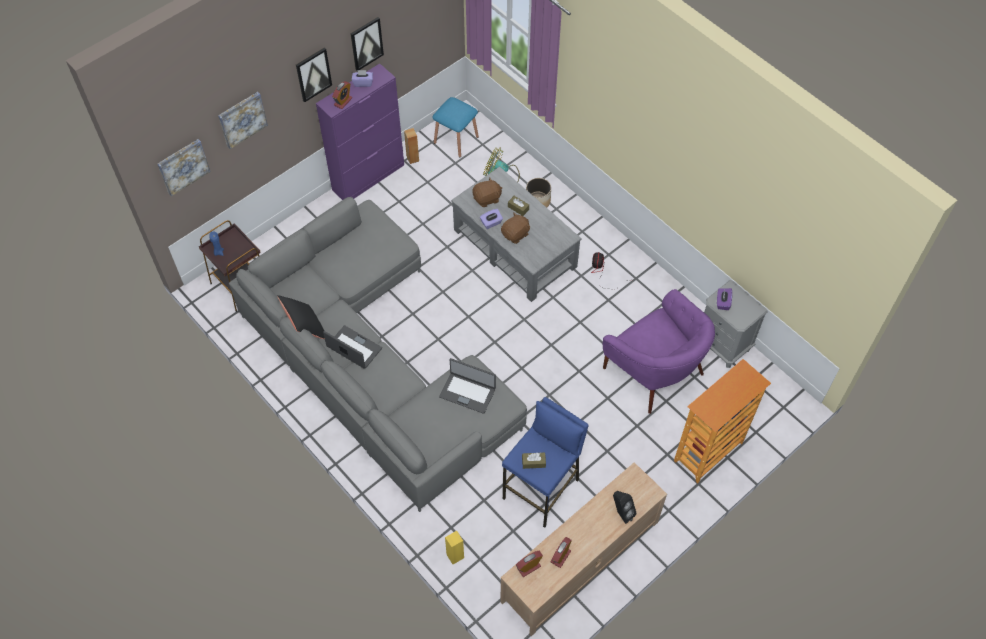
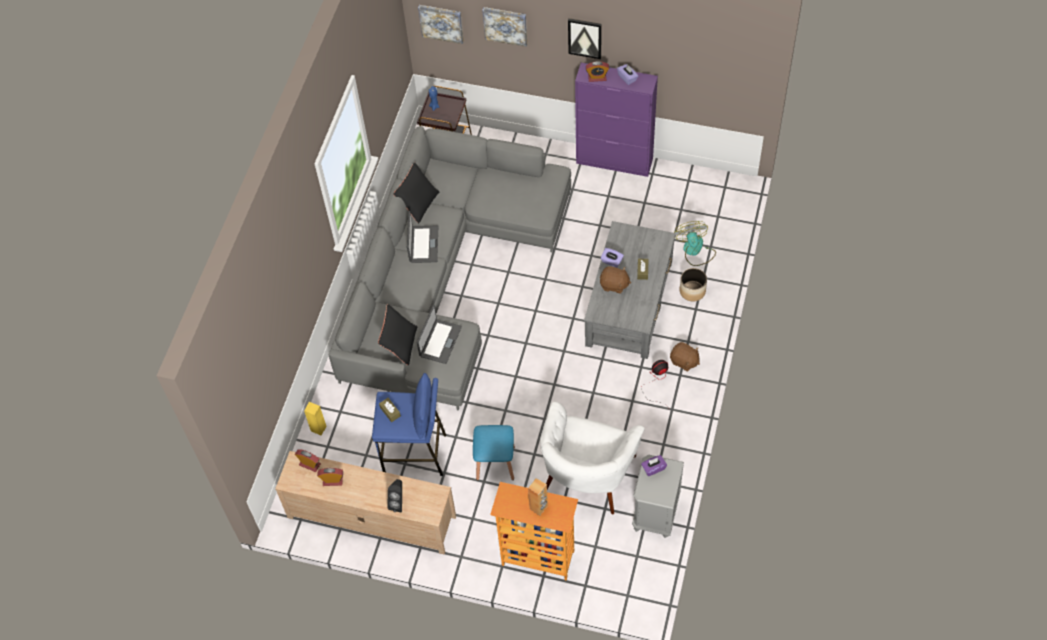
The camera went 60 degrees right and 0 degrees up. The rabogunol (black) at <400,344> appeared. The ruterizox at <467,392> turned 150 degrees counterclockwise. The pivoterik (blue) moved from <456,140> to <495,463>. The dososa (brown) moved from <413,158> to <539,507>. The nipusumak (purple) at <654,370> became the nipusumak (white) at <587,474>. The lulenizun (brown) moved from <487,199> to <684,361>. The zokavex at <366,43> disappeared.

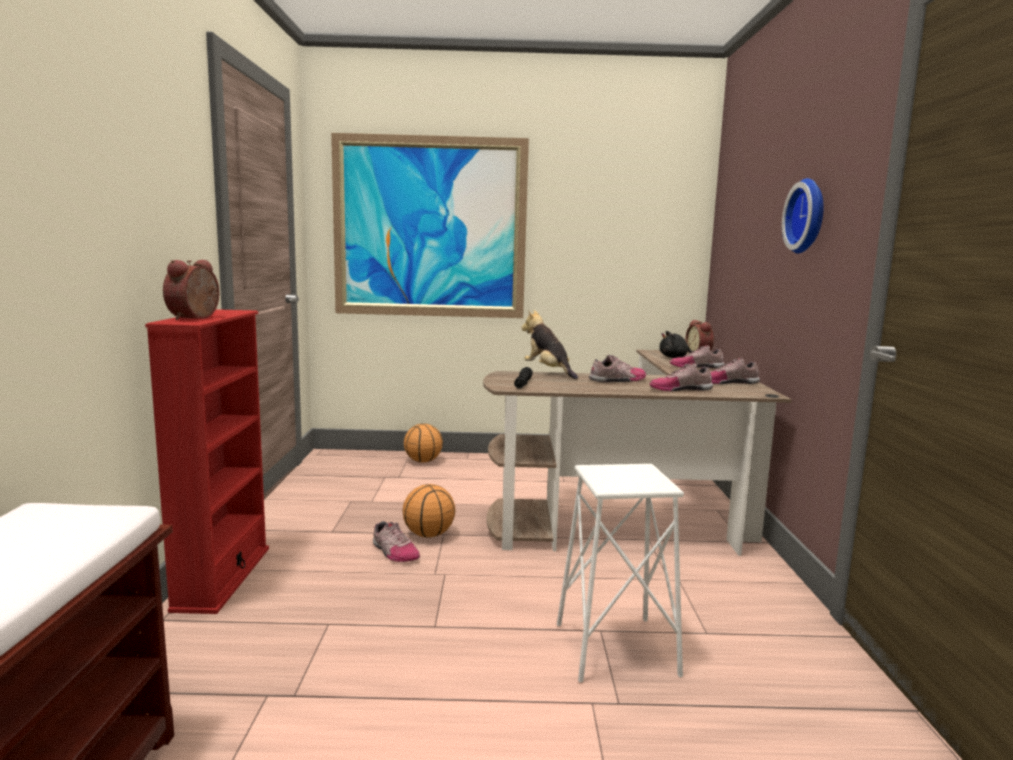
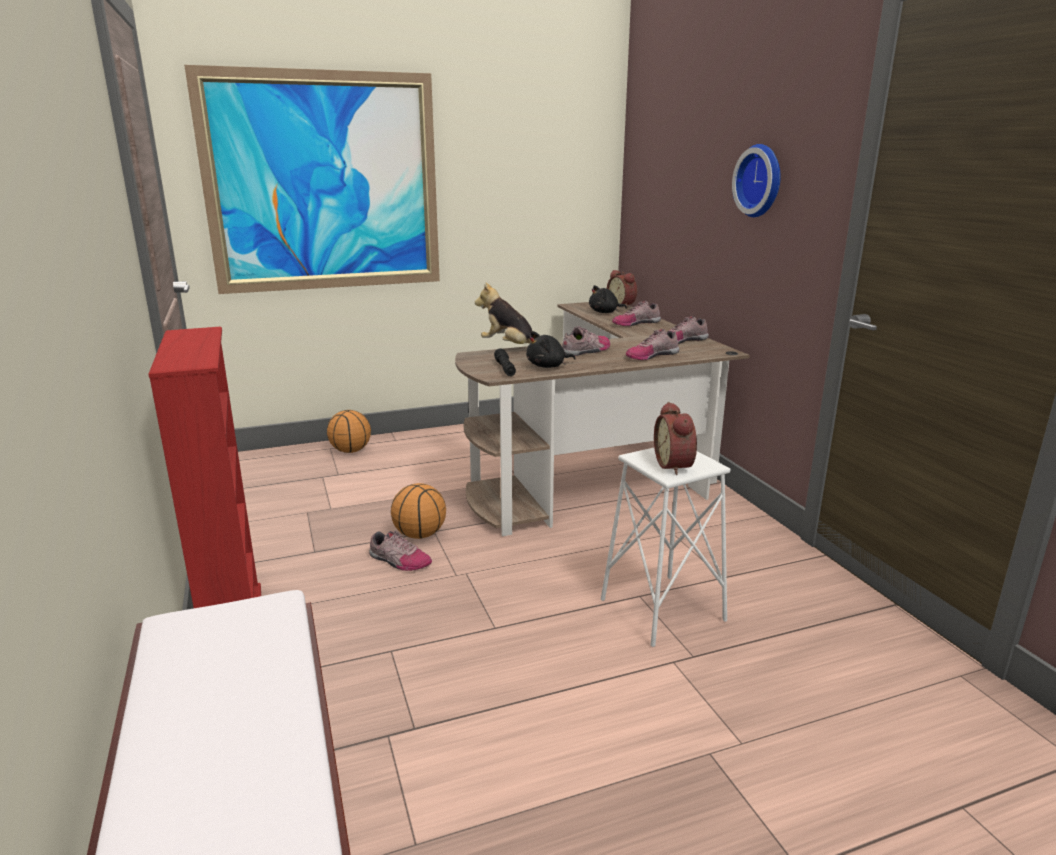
The camera went 20 degrees left and 10 degrees up. The lulenizun (black) at <548,366> appeared. The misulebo moved from <196,318> to <676,465>.

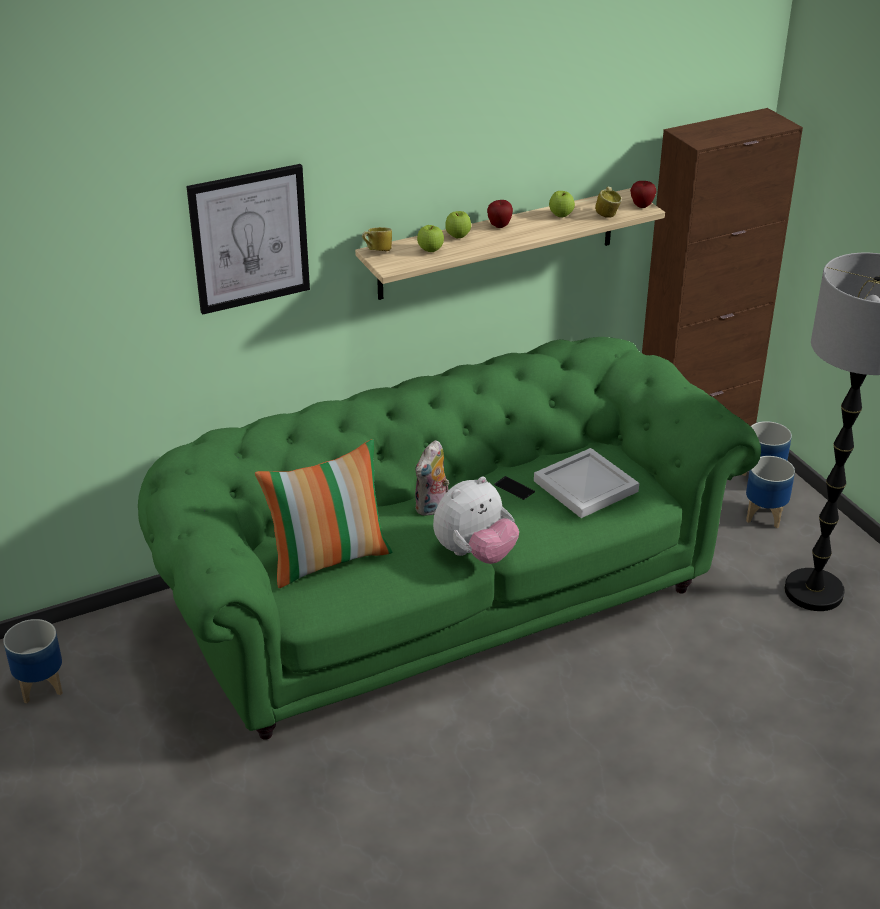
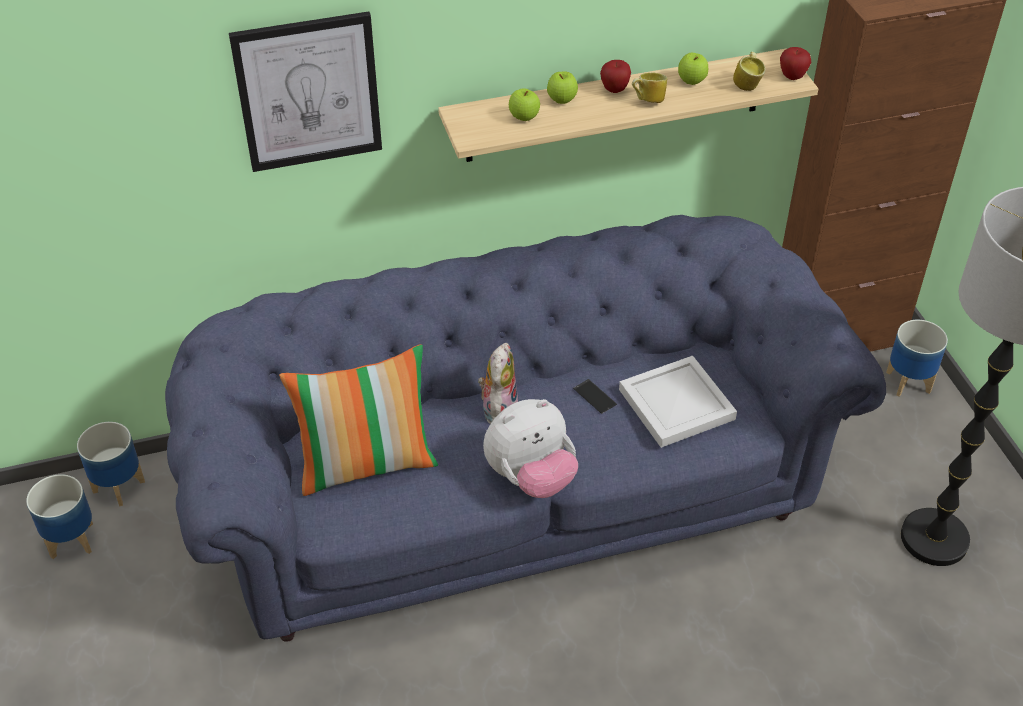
The camera went 10 degrees right and 10 degrees up. The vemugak moved from <764,515> to <119,486>. The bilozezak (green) at <441,599> became the bilozezak (blue) at <512,491>. The lulenizun at <433,508> turned 150 degrees clockwise. The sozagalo moved from <377,251> to <647,100>.

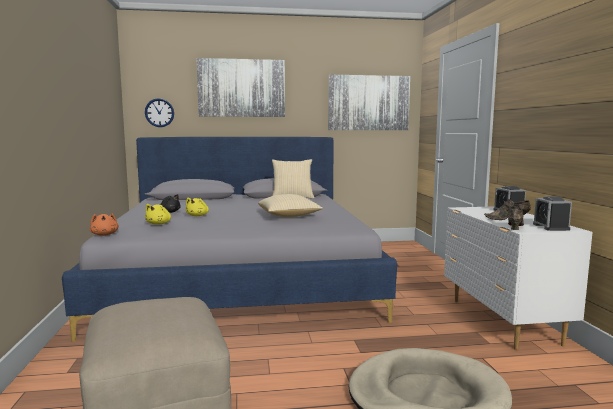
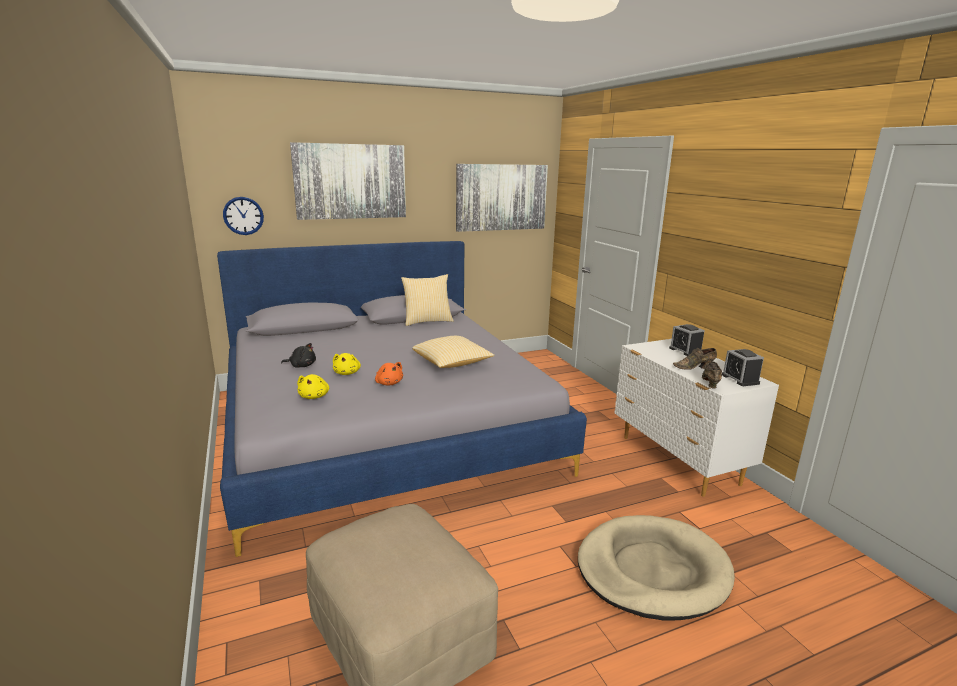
The camera went 15 degrees left and 10 degrees up. The lulenizun (orange) moved from <105,234> to <388,383>.

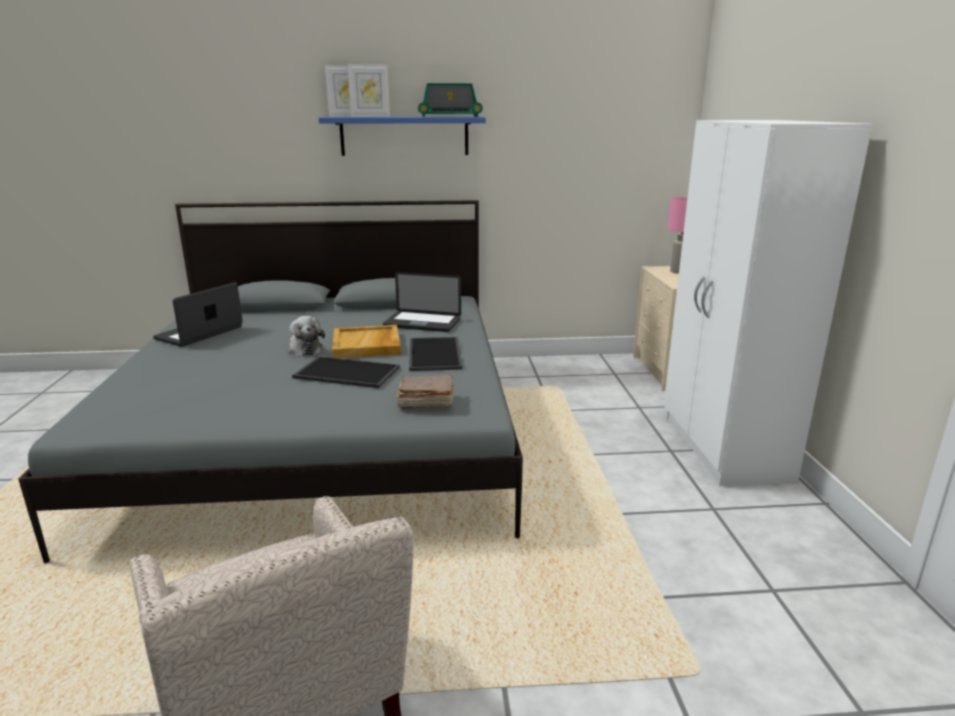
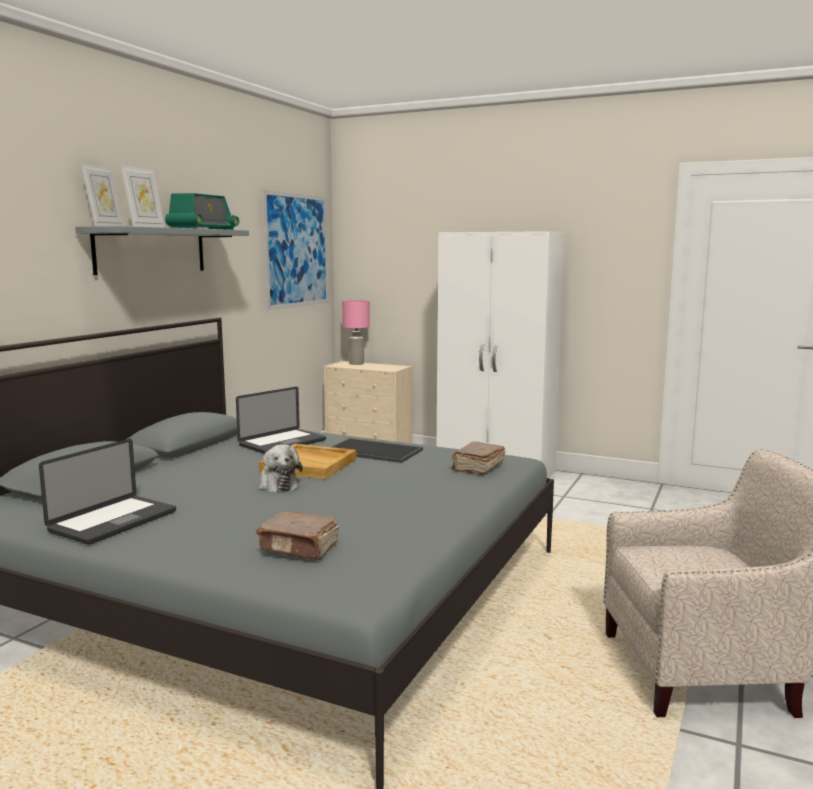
The camera went 60 degrees left and 10 degrees down. The ruterizox at <199,333> turned 120 degrees counterclockwise. The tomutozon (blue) at <404,136> became the tomutozon (grey) at <151,250>. The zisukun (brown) at <299,548> appeared. The lulenizun at <304,349> turned 60 degrees clockwise. The zokavex at <297,250> appeared. The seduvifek at <345,373> disappeared.

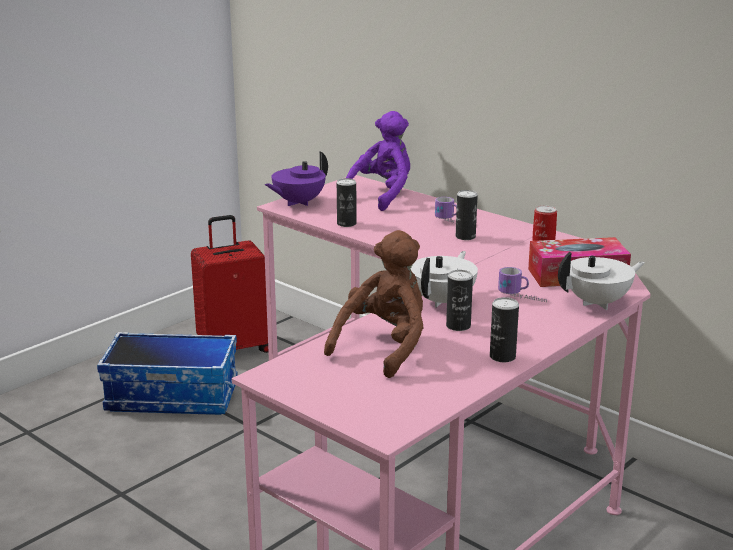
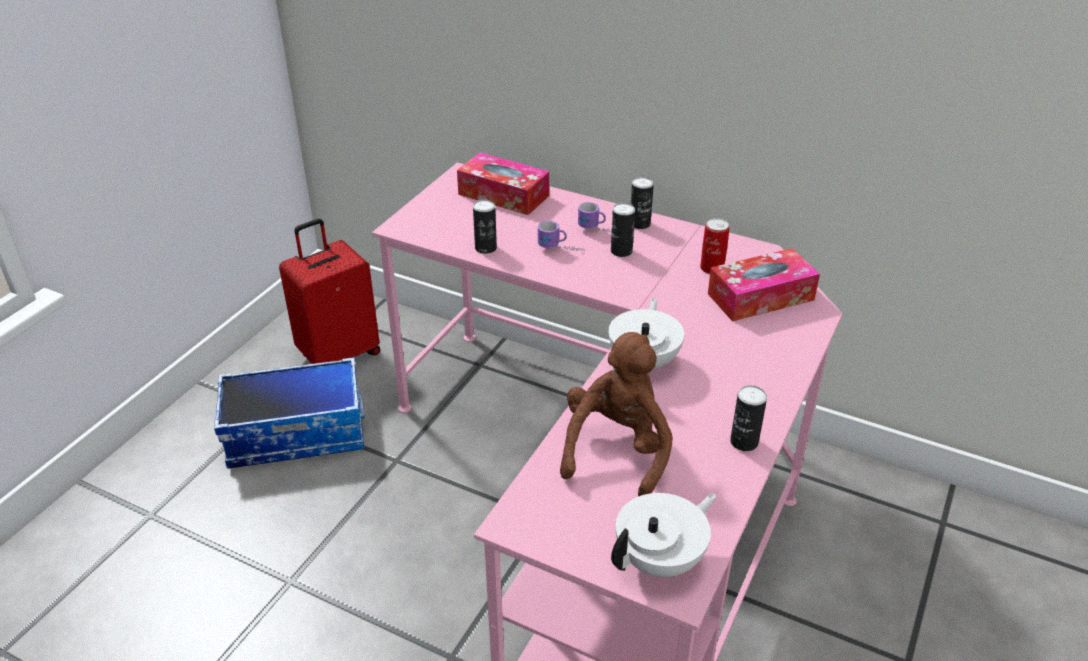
The camera went 15 degrees left and 15 degrees up. The lulenizun (purple) at <382,196> was replaced by the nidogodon at <503,195>. The sozagalo moved from <522,299> to <561,250>. The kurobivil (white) moved from <598,303> to <661,560>. The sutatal moved from <458,326> to <639,224>. The kurobivil (purple) at <298,202> disappeared.

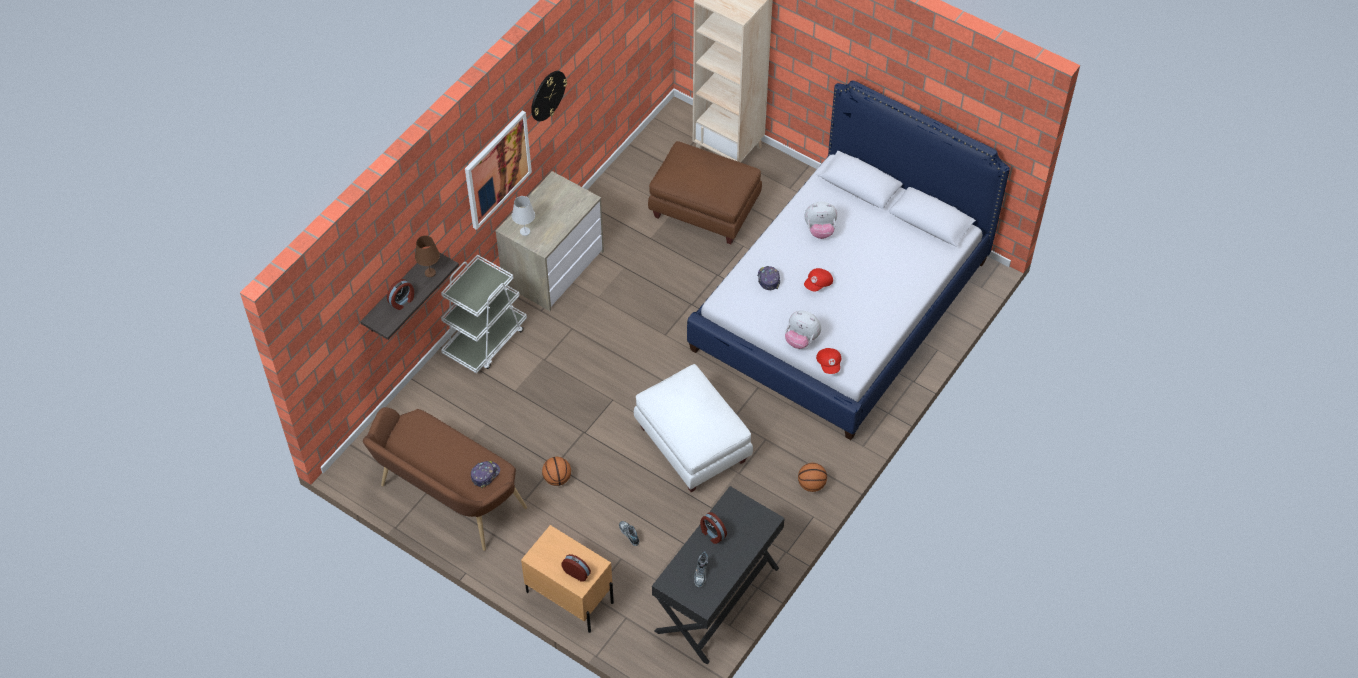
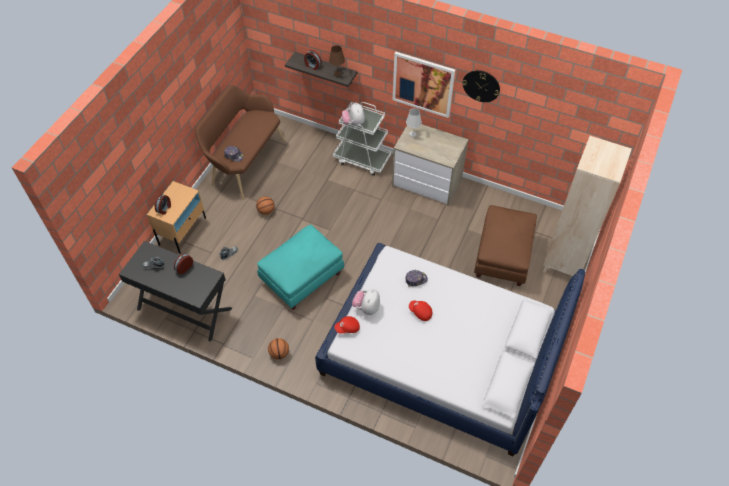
The camera went 80 degrees right and 0 degrees up. The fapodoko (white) at <693,444> became the fapodoko (turquoise) at <302,278>. The lulenizun moved from <820,230> to <353,123>.

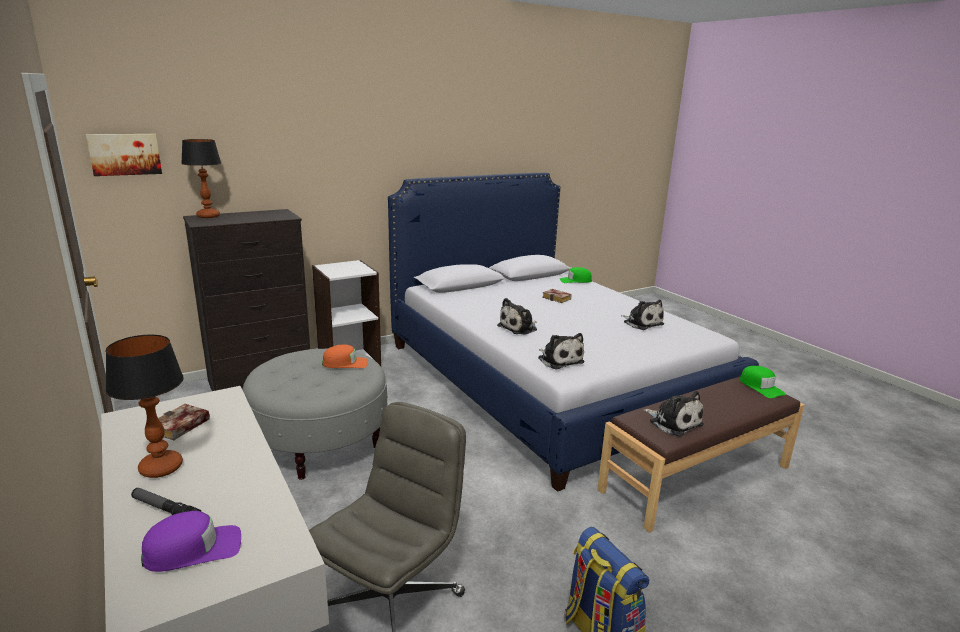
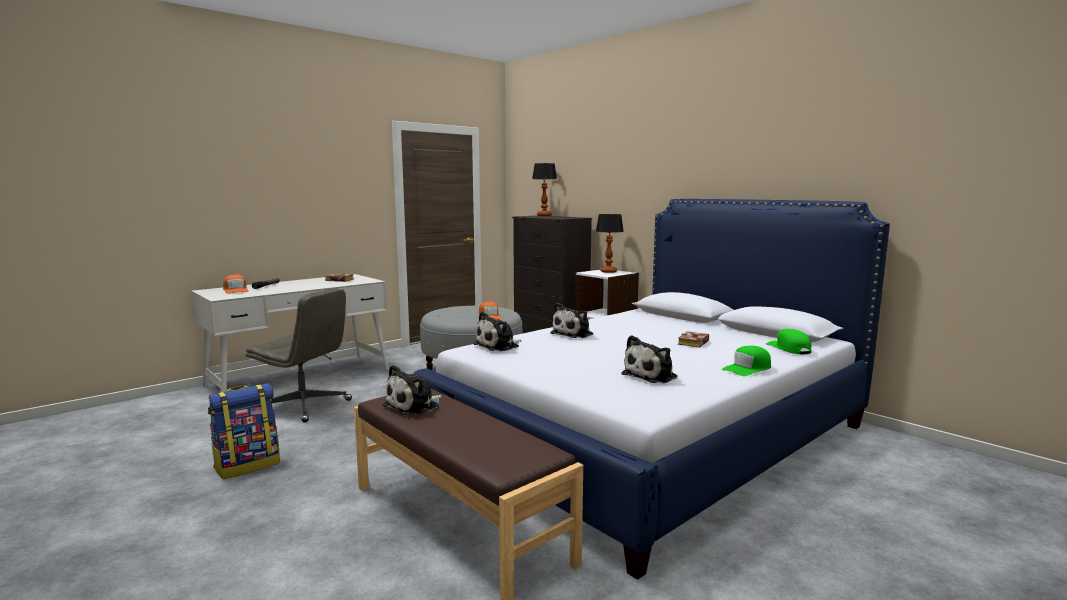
The camera went 80 degrees right and 10 degrees down. The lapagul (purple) at <193,549> became the lapagul (orange) at <236,290>. The lulenizun at <519,328> turned 90 degrees counterclockwise. The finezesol moved from <160,468> to <608,271>. The lapagul (green) moved from <761,387> to <747,369>. The zokavex at <125,154> disappeared.

